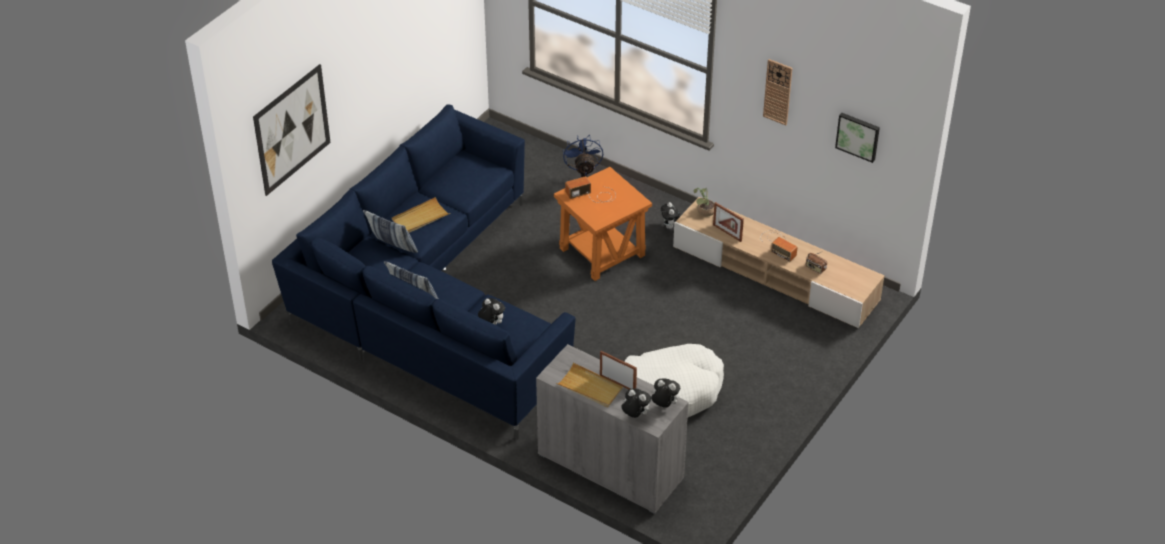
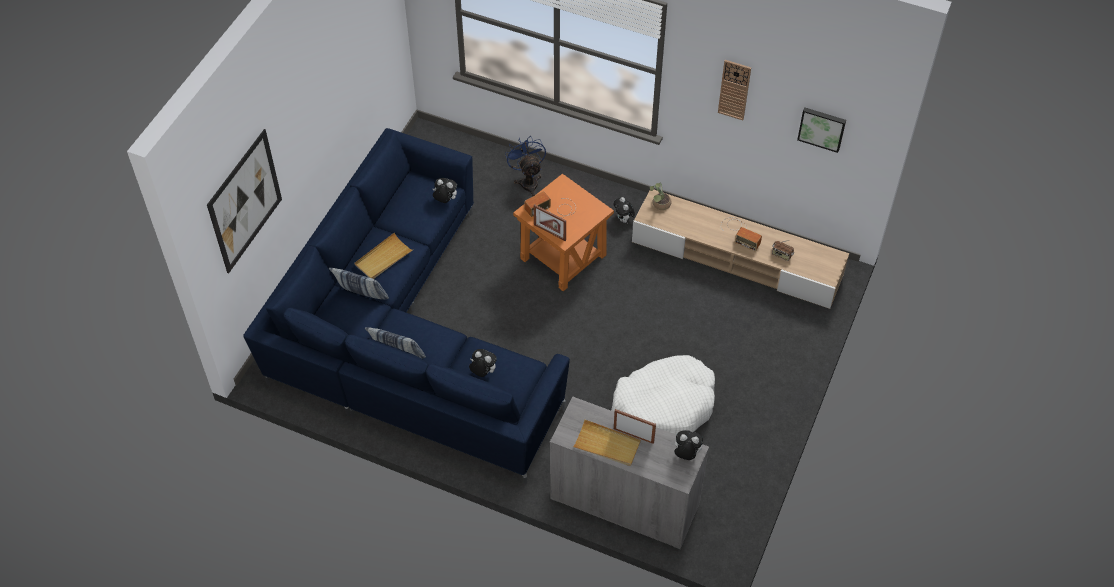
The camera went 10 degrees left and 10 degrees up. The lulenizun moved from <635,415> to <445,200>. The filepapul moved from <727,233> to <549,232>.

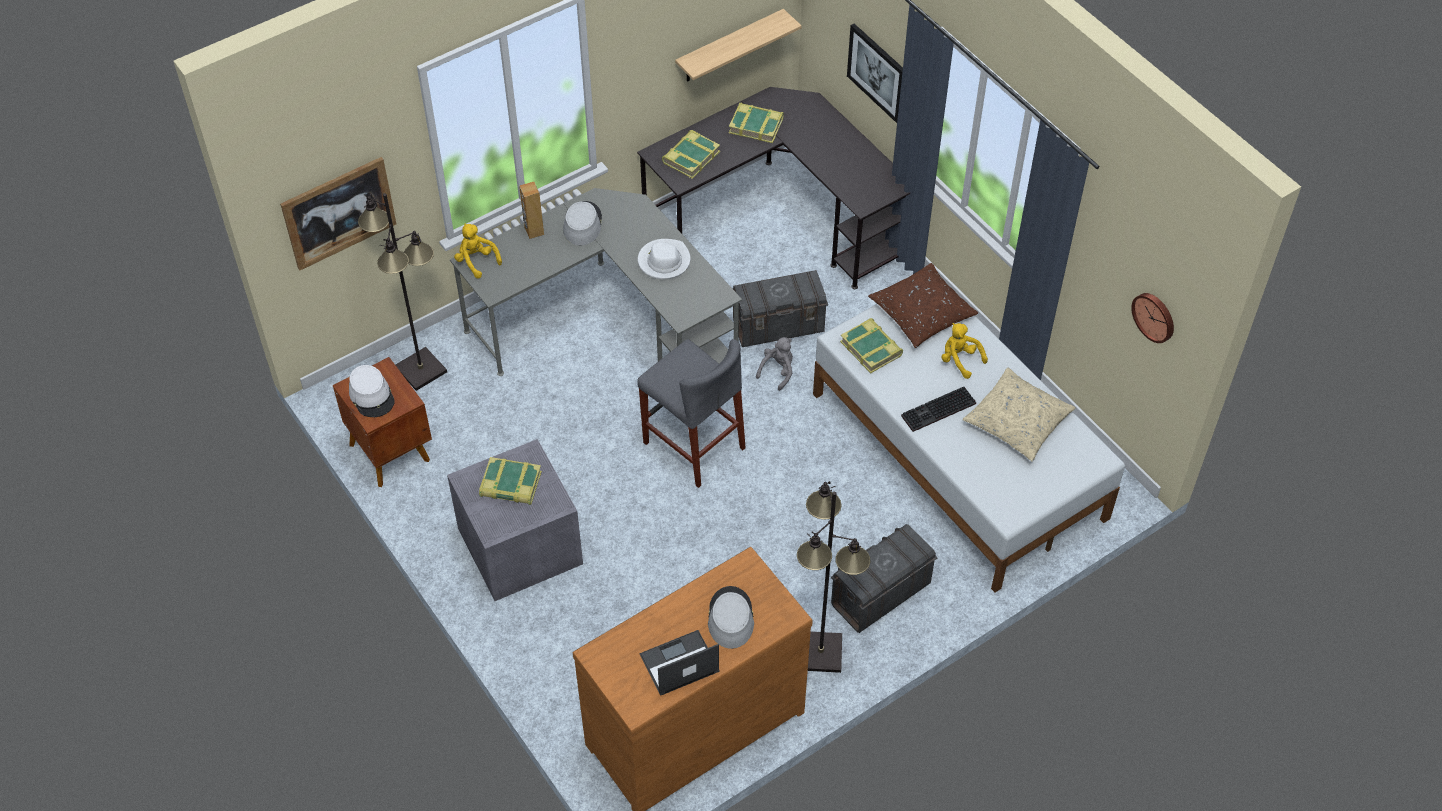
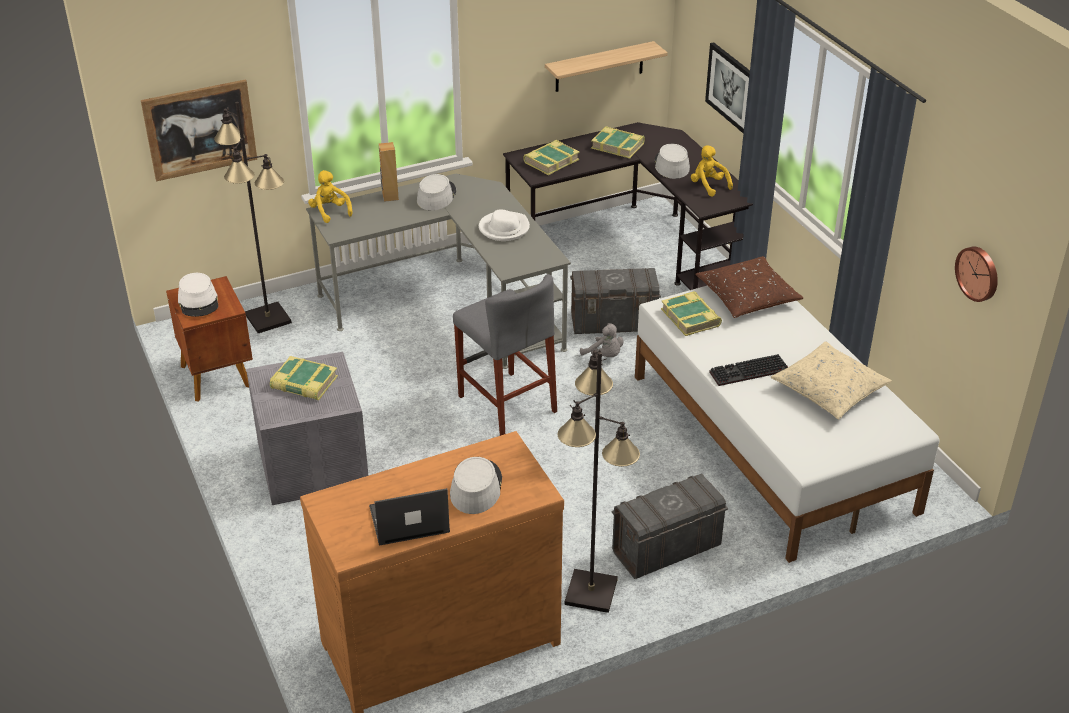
The camera went 10 degrees right and 15 degrees down. The lulenizun (grey) at <778,371> turned 90 degrees clockwise. The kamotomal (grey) at <671,165> appeared. The lulenizun (yellow) moved from <959,360> to <708,186>.

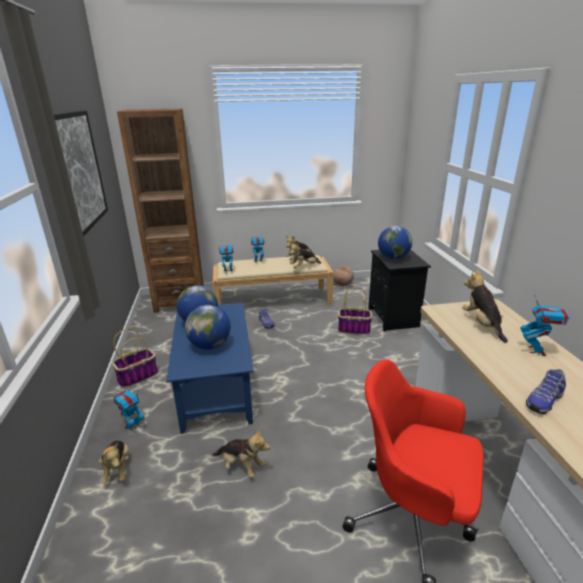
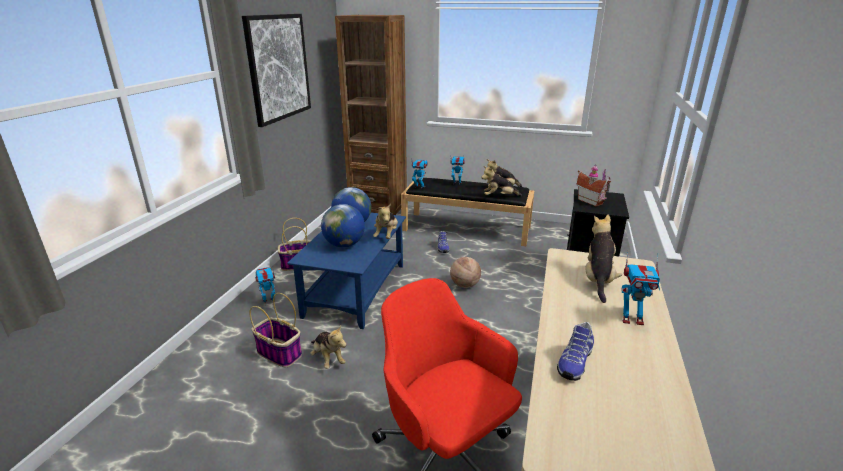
The camera went 25 degrees right and 0 degrees up. The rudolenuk moved from <354,329> to <280,353>. The lulenizun moved from <117,469> to <386,235>. The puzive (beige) at <273,300> became the puzive (black) at <467,228>. The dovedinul moved from <342,285> to <465,285>. The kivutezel at <543,400> turned 45 degrees counterclockwise. The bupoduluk at <393,258> was replaced by the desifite at <591,201>. The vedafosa at <536,350> turned 60 degrees clockwise.

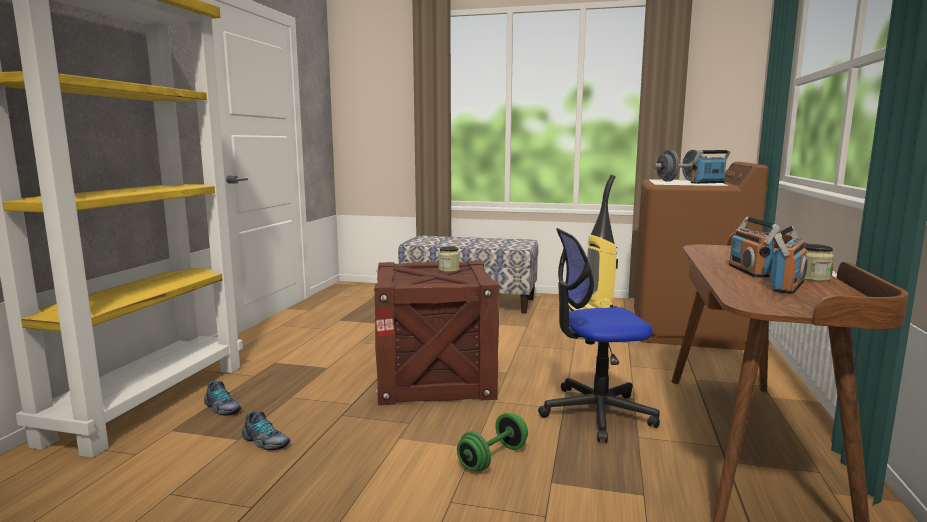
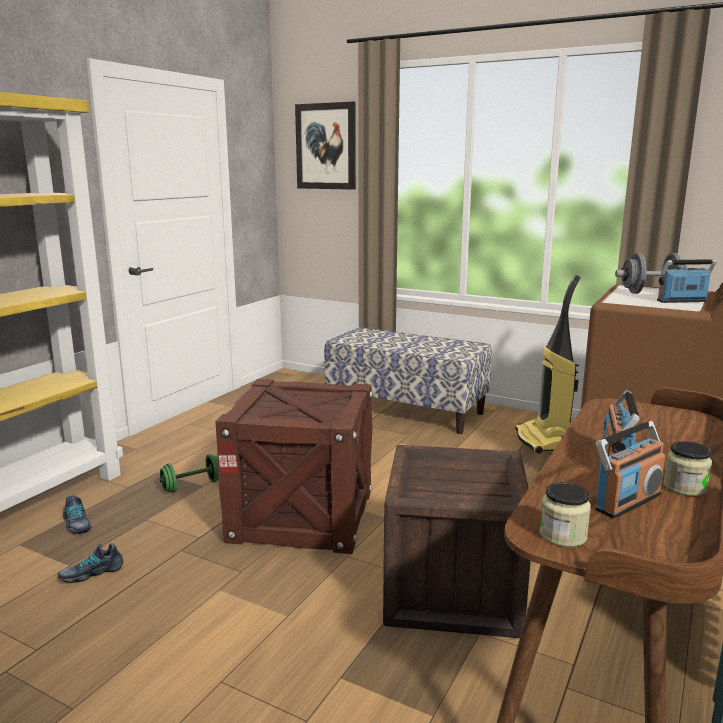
The camera went 15 degrees right and 5 degrees up. The kivutezel at <265,442> turned 105 degrees clockwise. The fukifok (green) moved from <493,458> to <192,486>. The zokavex at <326,146> appeared. The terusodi at <596,413> was replaced by the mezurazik at <452,590>. The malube moved from <449,269> to <563,535>.

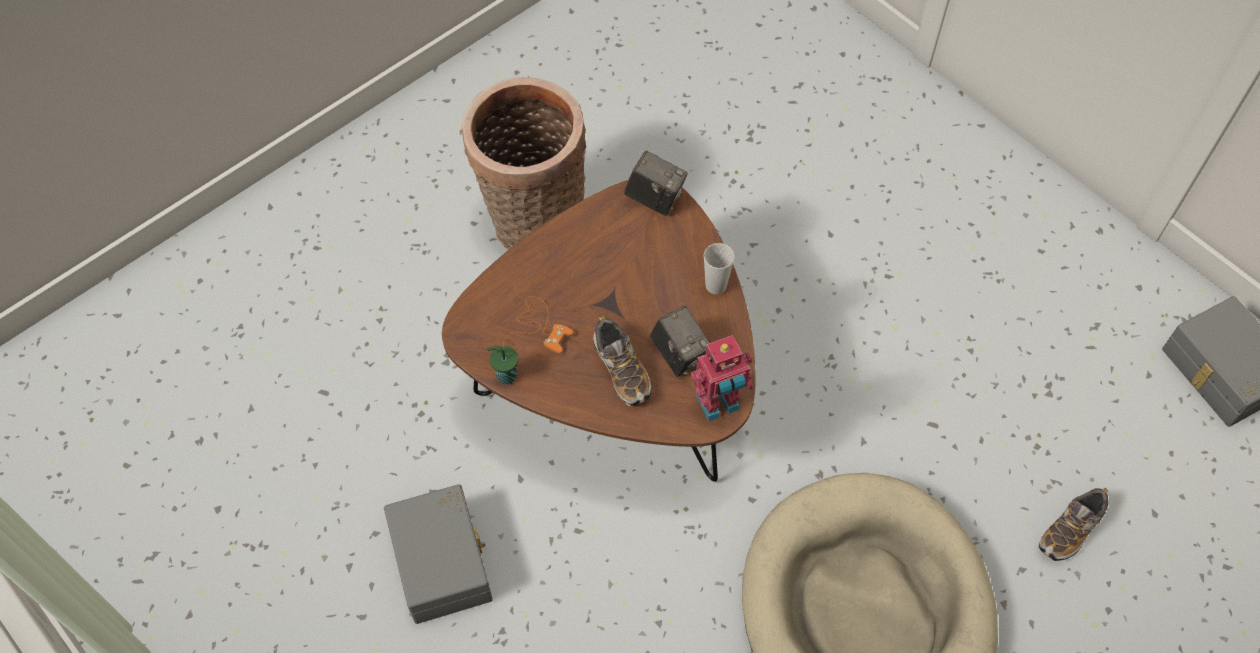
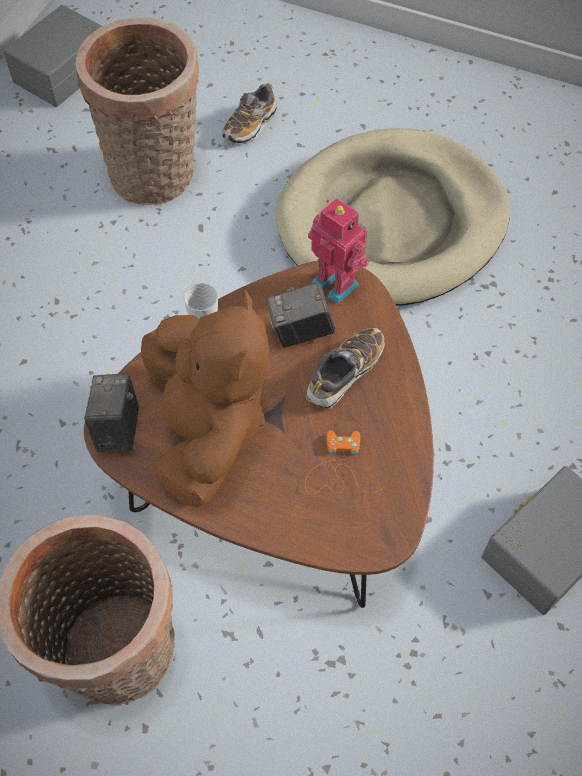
The camera went 115 degrees left and 0 degrees up. The rudolenuk at <157,177> appeared. The lulenizun (brown) at <207,430> appeared. The kivutezel at <1070,530> turned 105 degrees clockwise. The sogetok at <679,354> turned 135 degrees counterclockwise. The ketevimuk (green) at <505,376> disappeared.

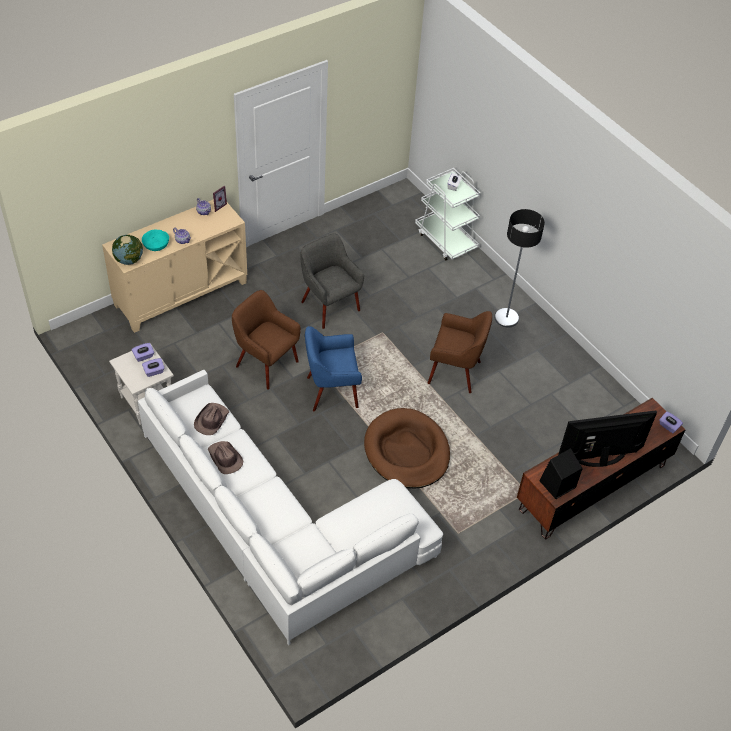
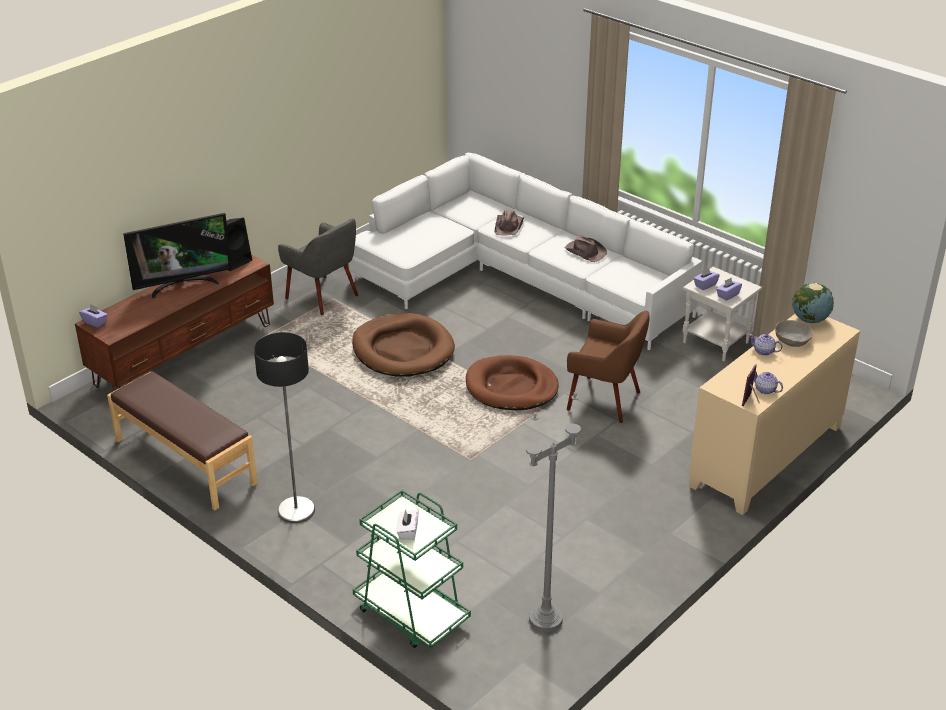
The camera went 170 degrees right and 15 degrees down. The puzive (brown) at <184,462> appeared. The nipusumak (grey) moved from <329,306> to <323,296>. The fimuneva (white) at <445,240> became the fimuneva (green) at <411,613>. The nipusumak (blue) at <331,391> was replaced by the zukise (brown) at <511,387>. The kamotomal (brown) moved from <211,420> to <509,226>. The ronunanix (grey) at <545,620> appeared. The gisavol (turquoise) at <156,245> became the gisavol (grey) at <792,340>. The nipusumak (brown) at <455,372> disappeared.

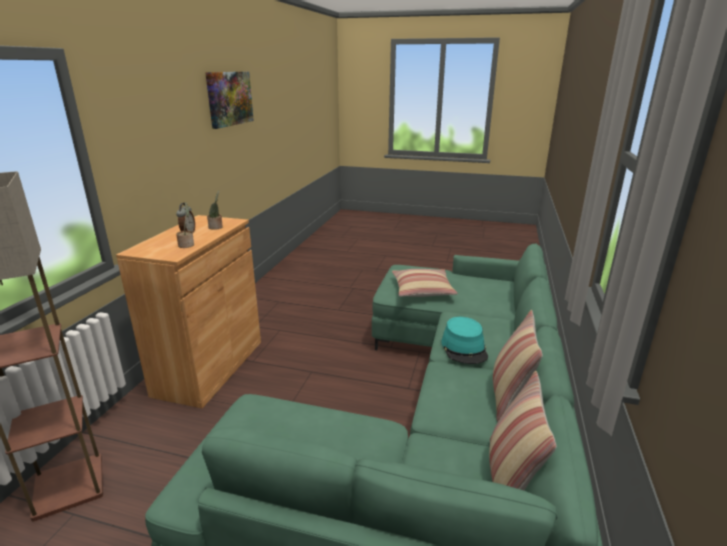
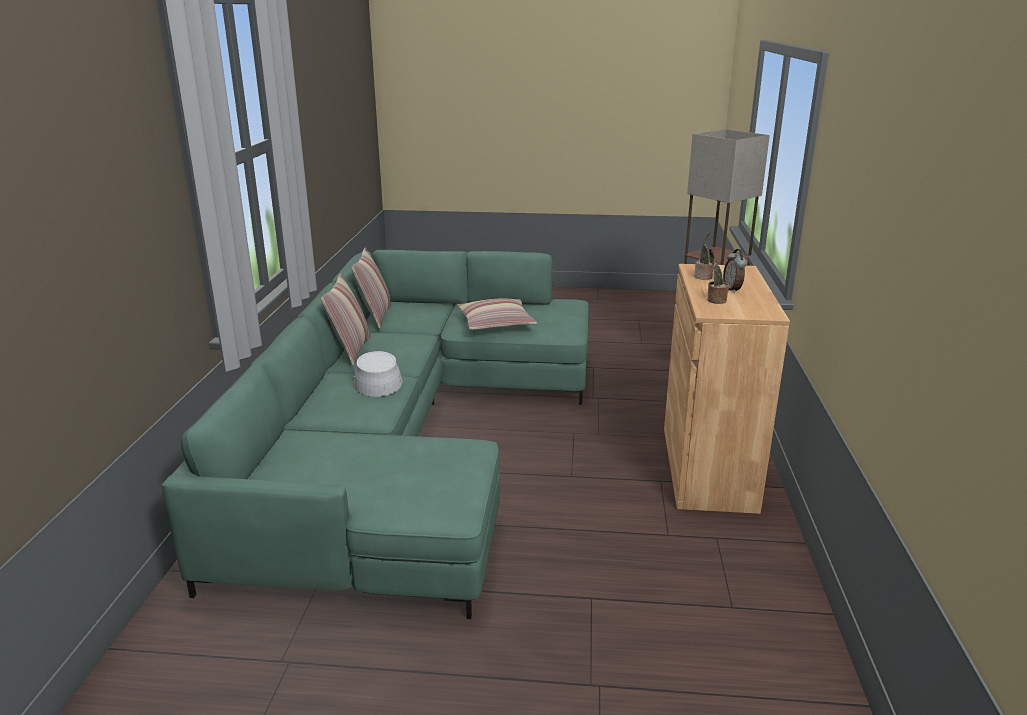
The camera went 170 degrees right and 0 degrees up. The kamotomal (turquoise) at <464,348> became the kamotomal (grey) at <377,380>. The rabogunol moved from <422,290> to <496,323>. The zokavex at <229,98> disappeared.

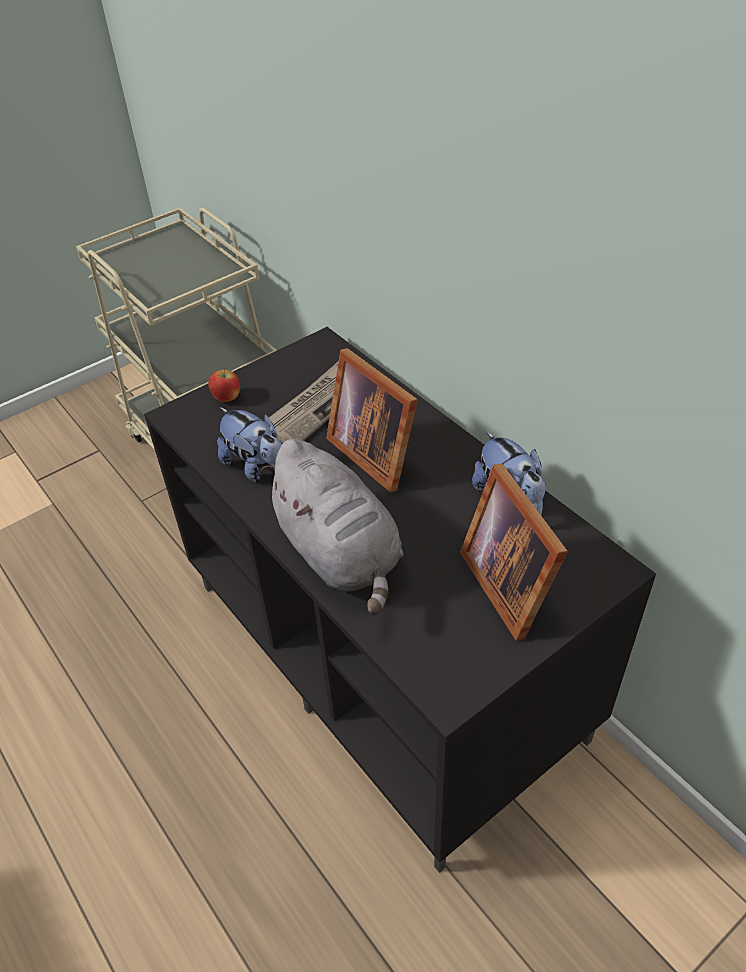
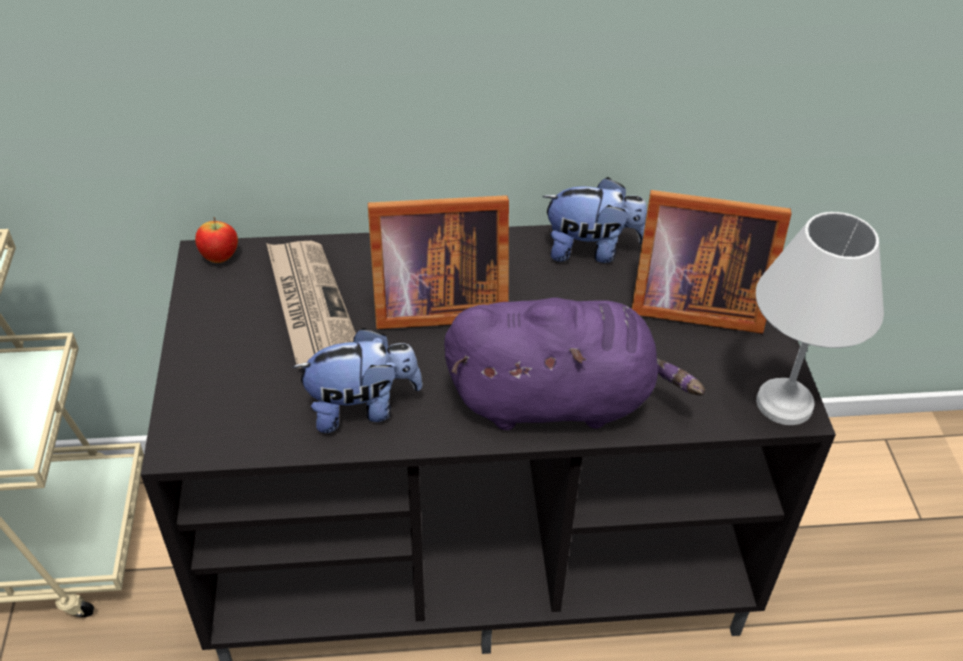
The camera went 60 degrees left and 0 degrees up. The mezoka moved from <227,398> to <220,258>. The lulenizun (grey) at <340,554> became the lulenizun (purple) at <558,400>. The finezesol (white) at <781,402> appeared.

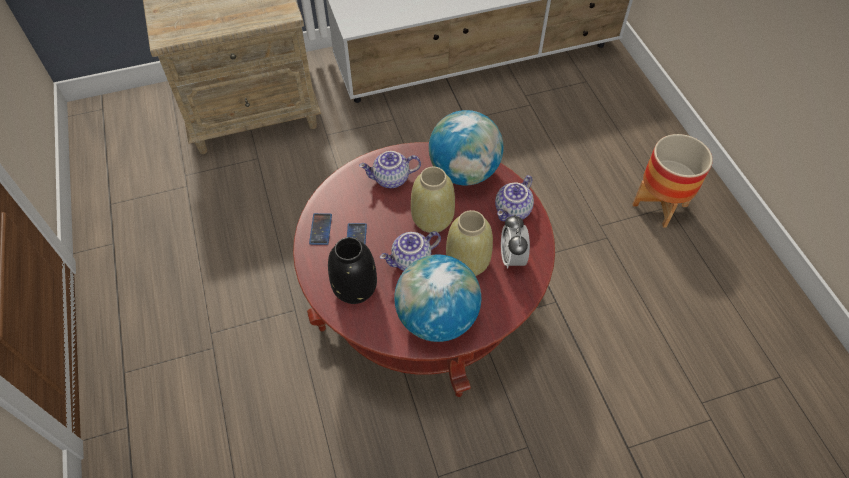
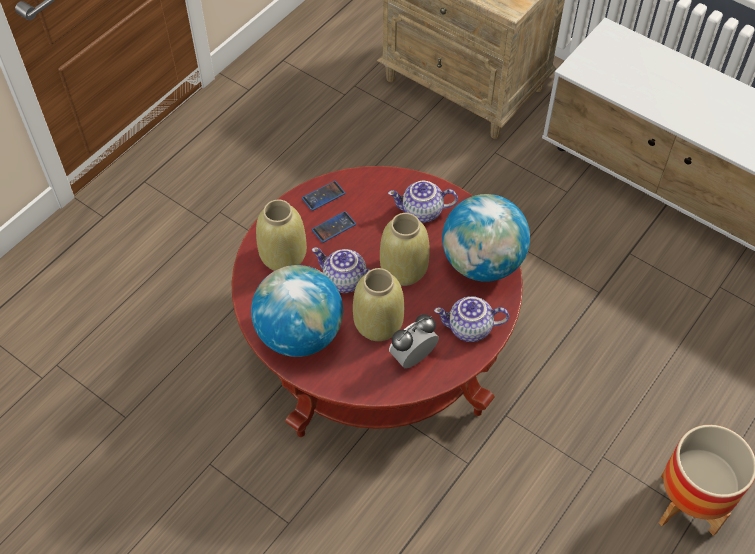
The camera went 55 degrees right and 0 degrees up. The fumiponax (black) at <355,287> became the fumiponax (beige) at <284,257>. The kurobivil at <391,179> turned 45 degrees counterclockwise.

